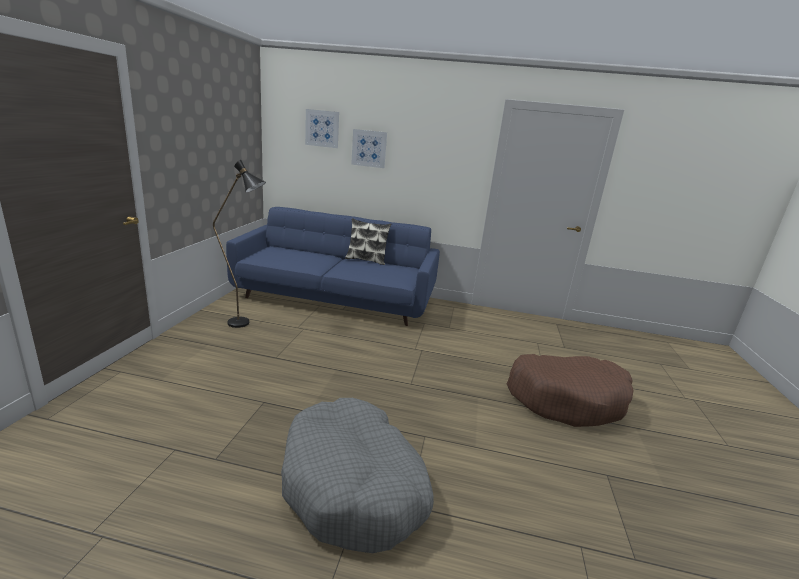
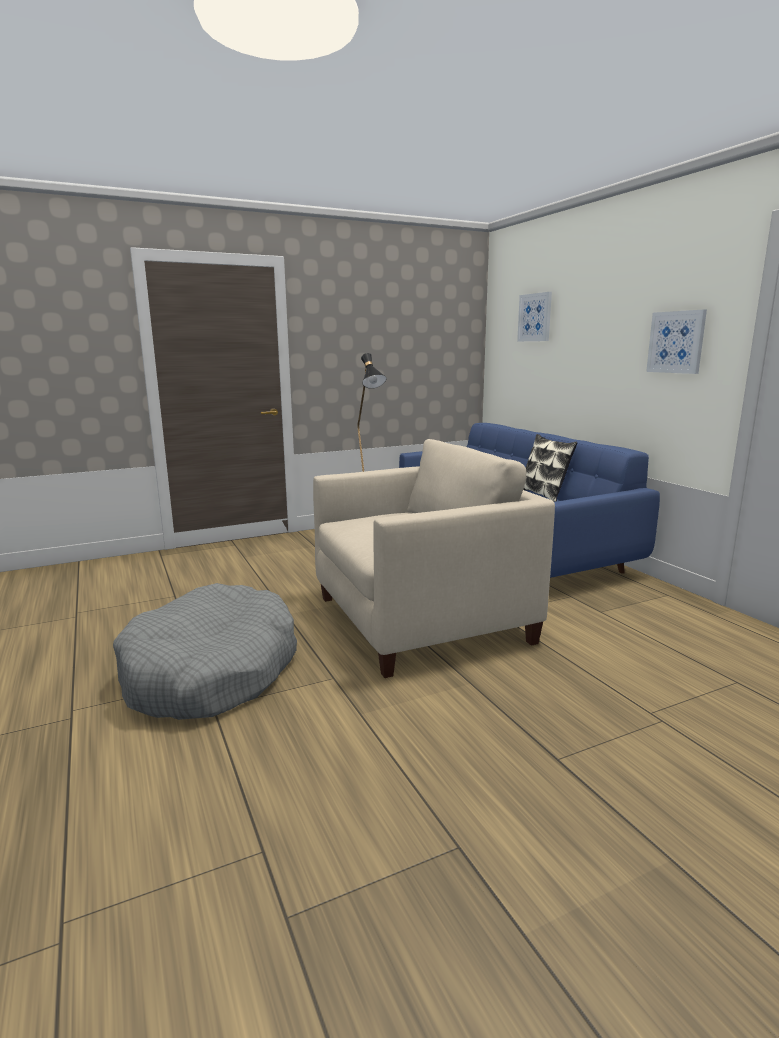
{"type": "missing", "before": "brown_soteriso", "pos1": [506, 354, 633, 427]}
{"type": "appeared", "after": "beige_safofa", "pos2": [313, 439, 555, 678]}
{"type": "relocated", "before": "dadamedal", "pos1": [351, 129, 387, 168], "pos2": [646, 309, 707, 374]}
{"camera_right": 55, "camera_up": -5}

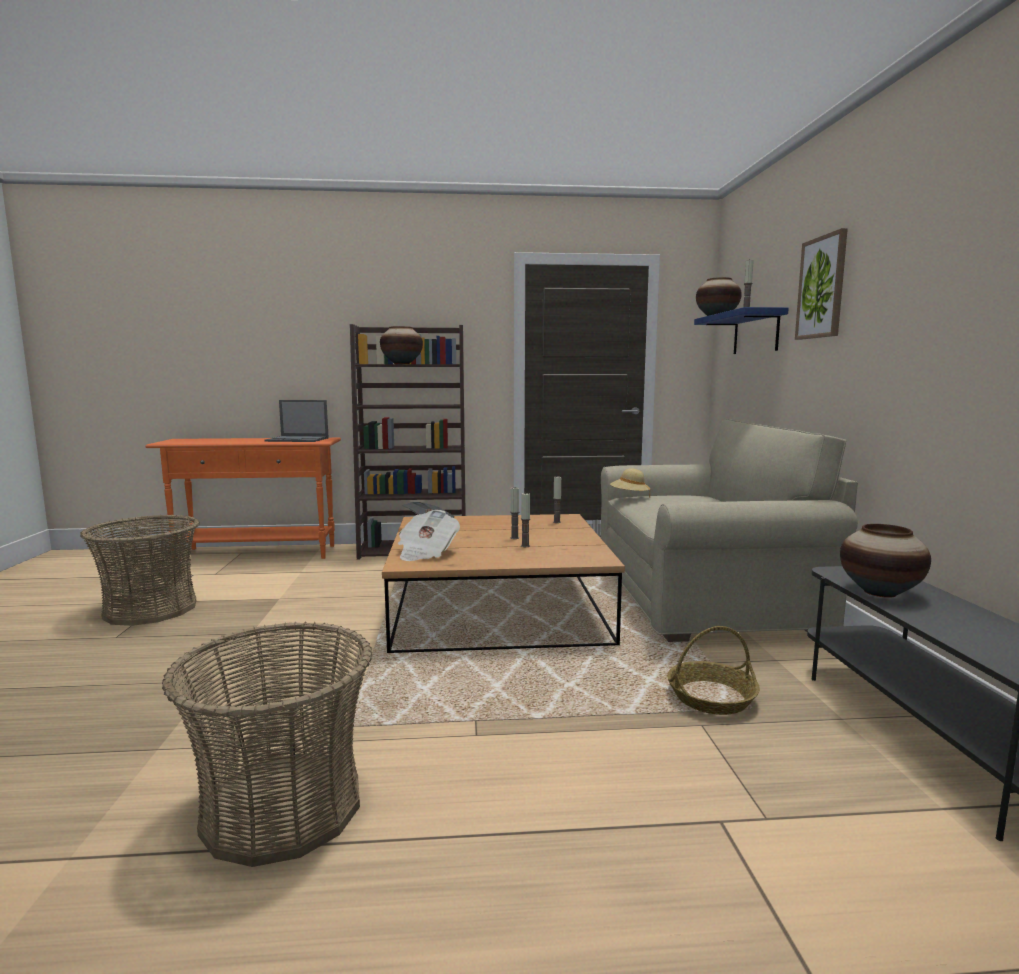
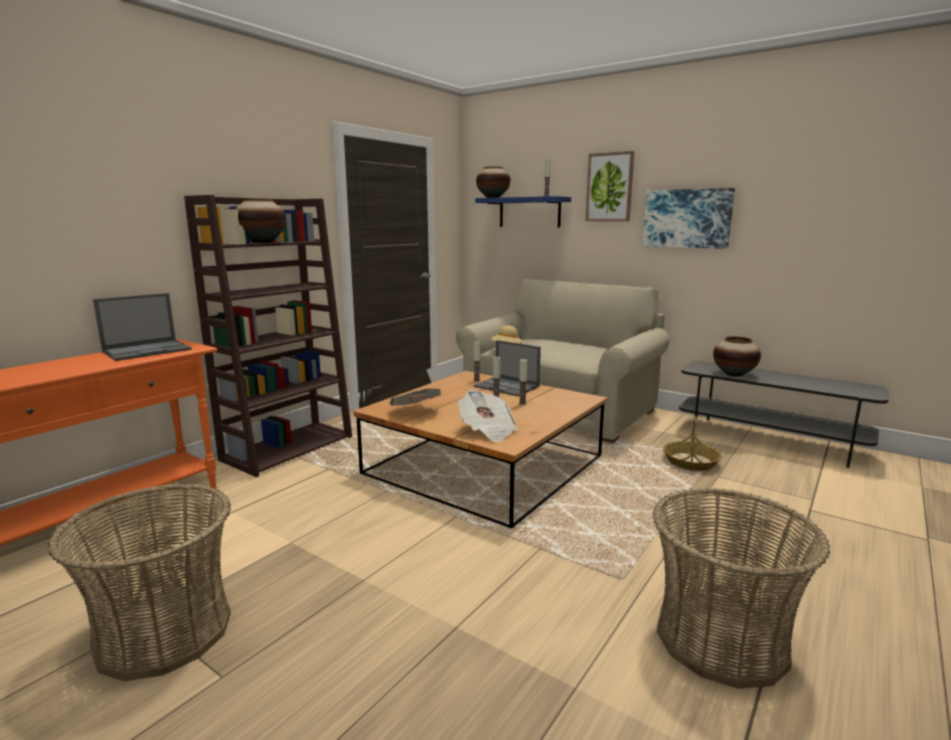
{"type": "appeared", "after": "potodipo", "pos2": [474, 340, 541, 396]}
{"type": "appeared", "after": "dadamedal", "pos2": [642, 188, 735, 249]}
{"camera_right": -50, "camera_up": 5}

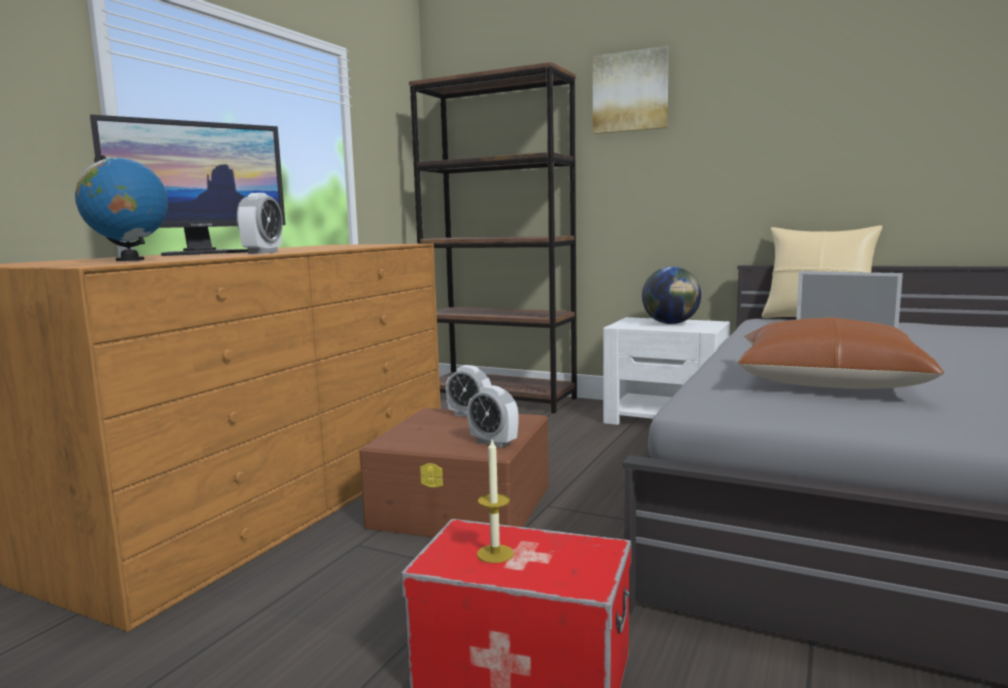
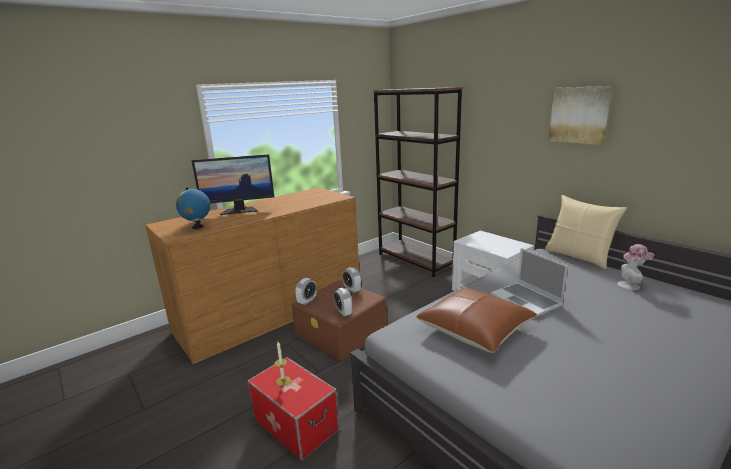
{"type": "missing", "before": "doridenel", "pos1": [642, 267, 701, 324]}
{"type": "appeared", "after": "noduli", "pos2": [617, 244, 654, 290]}
{"type": "relocated", "before": "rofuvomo", "pos1": [237, 193, 283, 254], "pos2": [295, 278, 316, 305]}
{"type": "relocated", "before": "dadamedal", "pos1": [593, 46, 669, 134], "pos2": [548, 86, 612, 145]}
{"camera_right": 25, "camera_up": 10}

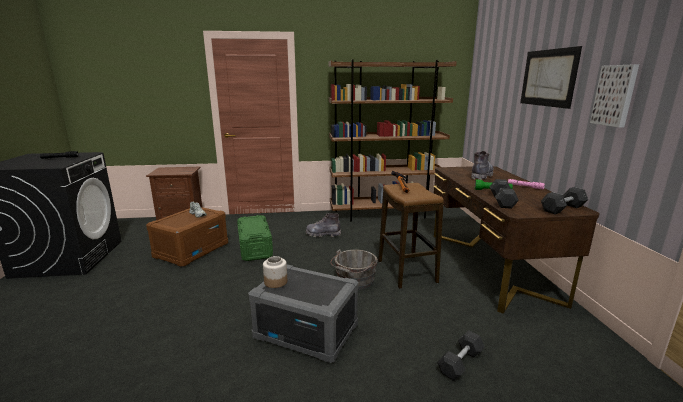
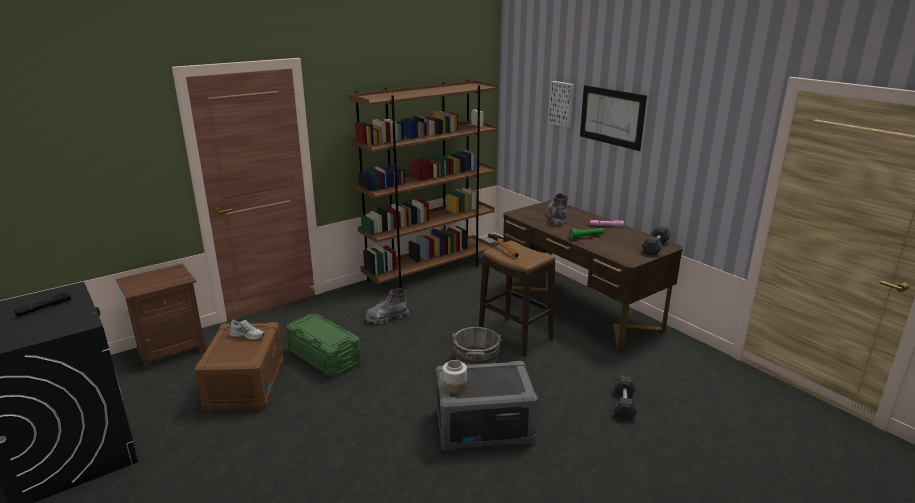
{"type": "missing", "before": "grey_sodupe", "pos1": [490, 179, 519, 209]}
{"type": "relocated", "before": "dadamedal", "pos1": [590, 64, 639, 128], "pos2": [549, 81, 574, 128]}
{"camera_right": -30, "camera_up": 5}

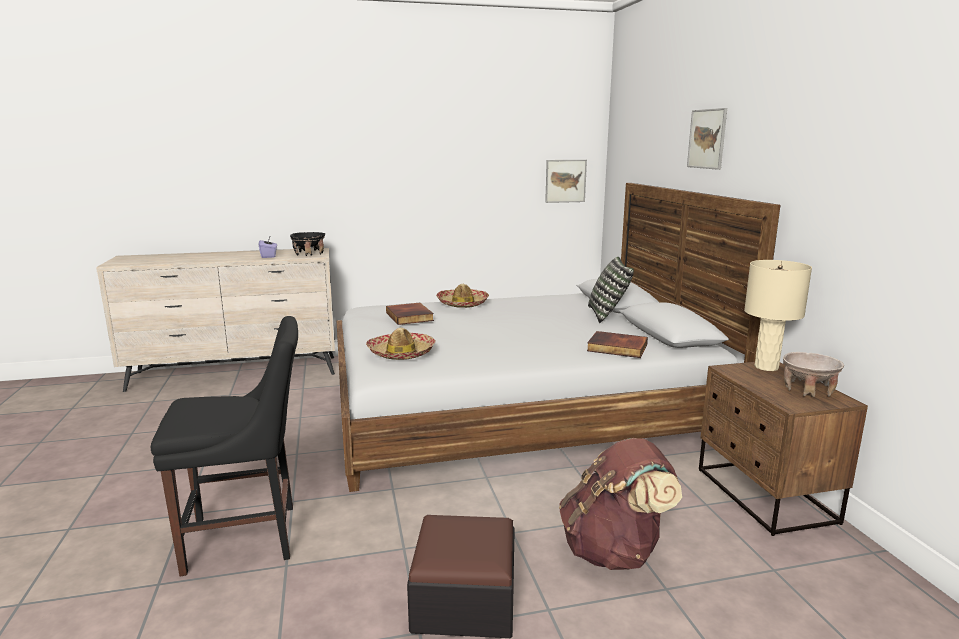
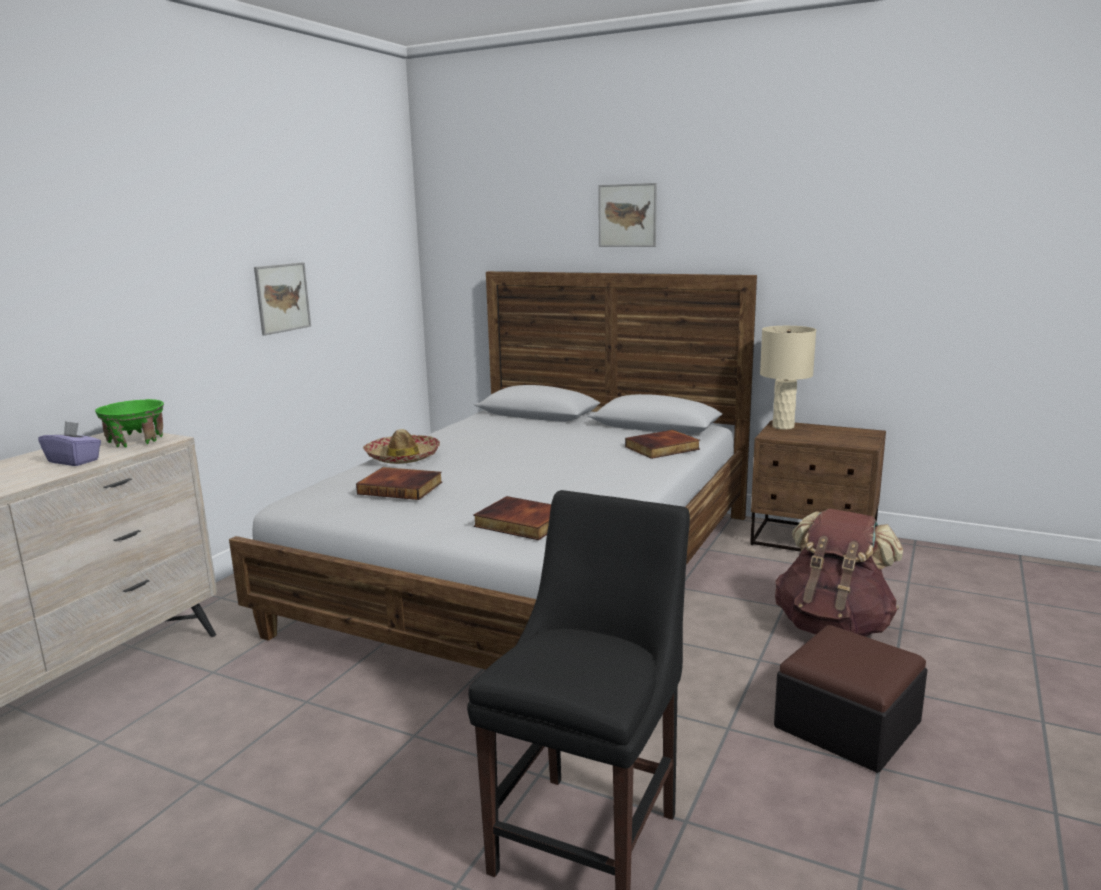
{"type": "missing", "before": "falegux", "pos1": [588, 257, 634, 323]}
{"type": "missing", "before": "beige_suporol", "pos1": [783, 352, 844, 397]}
{"type": "relocated", "before": "dadamedal", "pos1": [545, 160, 587, 203], "pos2": [254, 262, 311, 336]}
{"type": "exchanged", "before": "noduli", "after": "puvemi", "pos1": [366, 328, 436, 360], "pos2": [473, 496, 551, 540]}
{"type": "colour", "before": "black_suporol", "after": "green_suporol", "pos1": [290, 232, 325, 256], "pos2": [95, 399, 164, 448]}
{"camera_right": -50, "camera_up": 0}

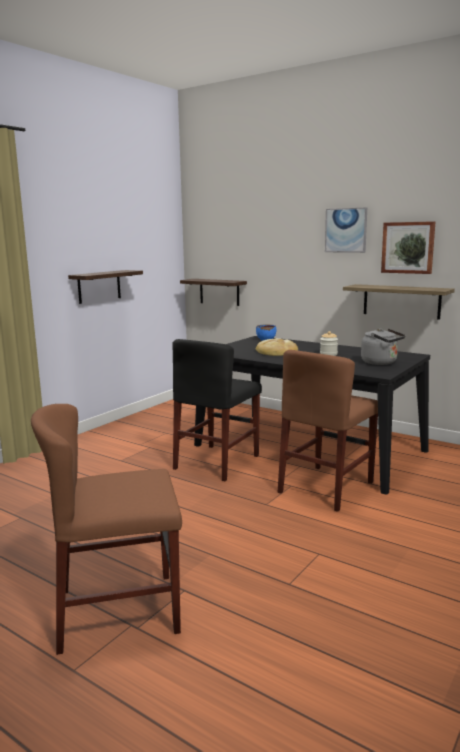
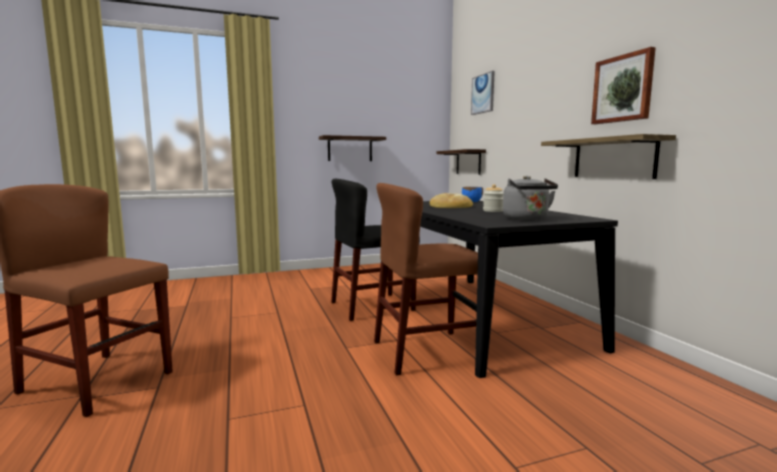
{"type": "relocated", "before": "dadamedal", "pos1": [325, 207, 367, 253], "pos2": [471, 71, 495, 115]}
{"camera_right": 35, "camera_up": -5}

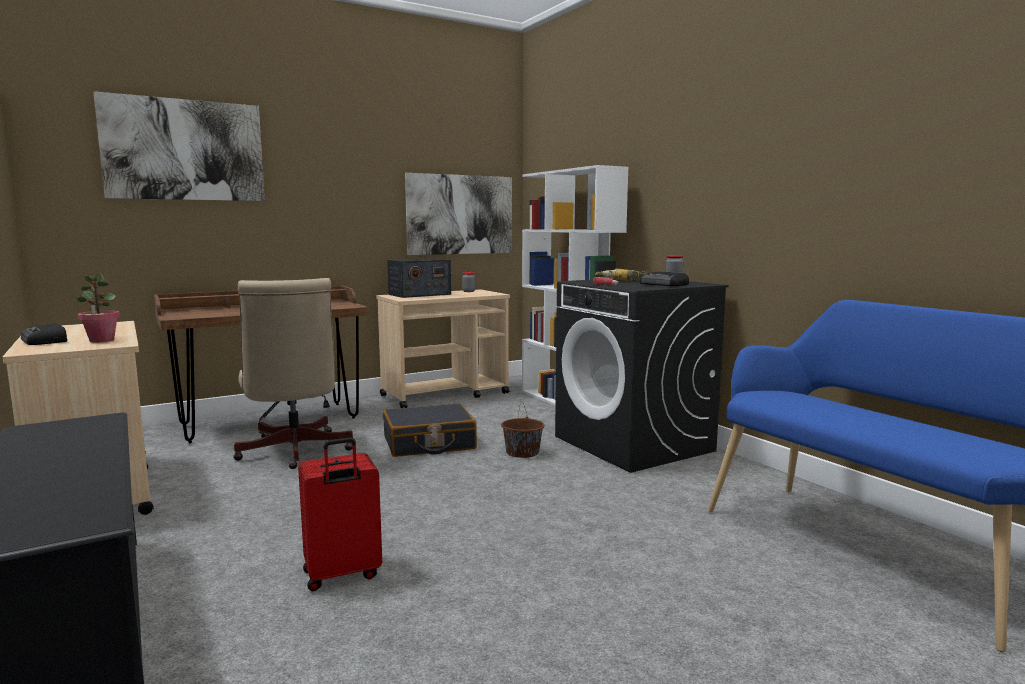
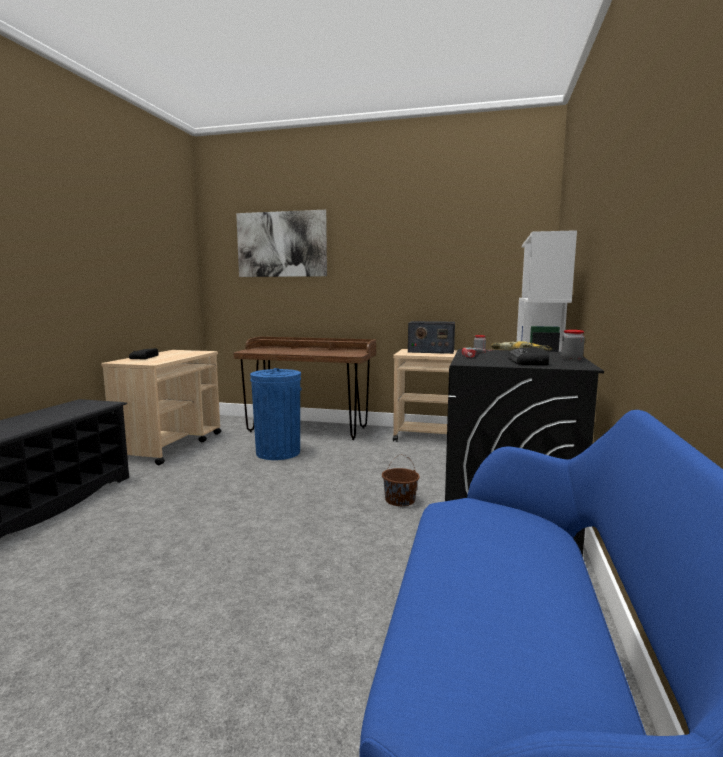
{"type": "missing", "before": "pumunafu", "pos1": [76, 273, 120, 343]}
{"type": "missing", "before": "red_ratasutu", "pos1": [298, 437, 382, 591]}
{"type": "missing", "before": "black_ratasutu", "pos1": [383, 404, 477, 457]}
{"type": "missing", "before": "dadamedal", "pos1": [405, 173, 512, 255]}
{"type": "exchanged", "before": "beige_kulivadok", "after": "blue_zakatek", "pos1": [233, 278, 353, 469], "pos2": [250, 368, 302, 460]}
{"camera_right": 45, "camera_up": 0}

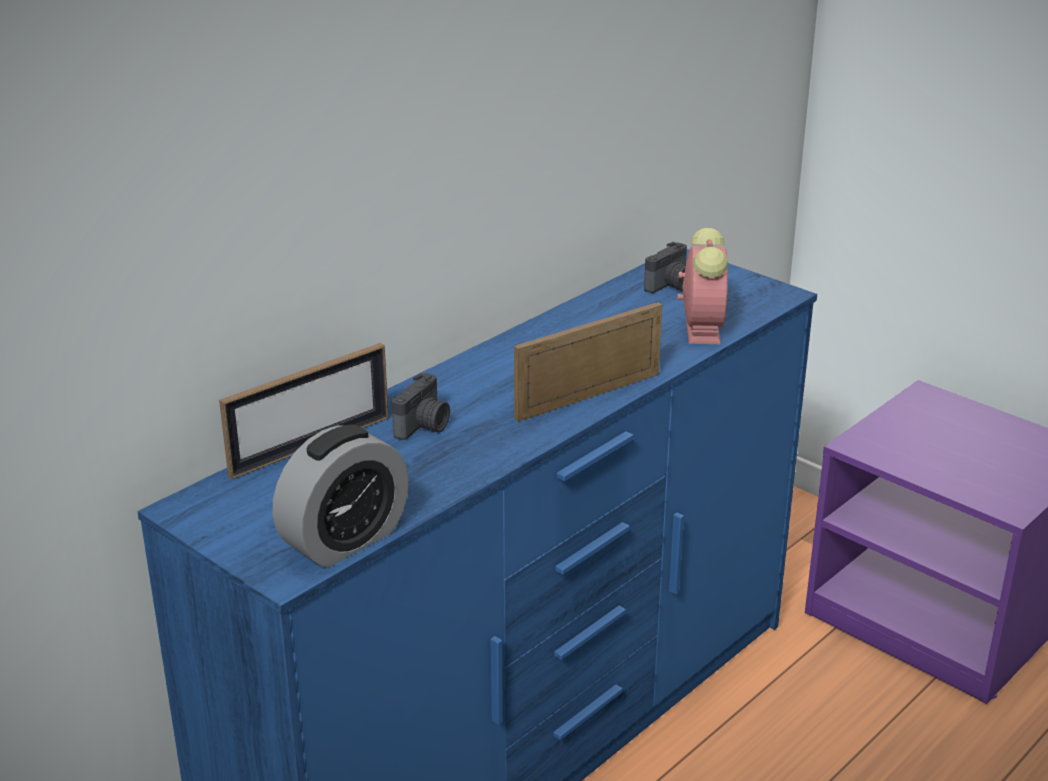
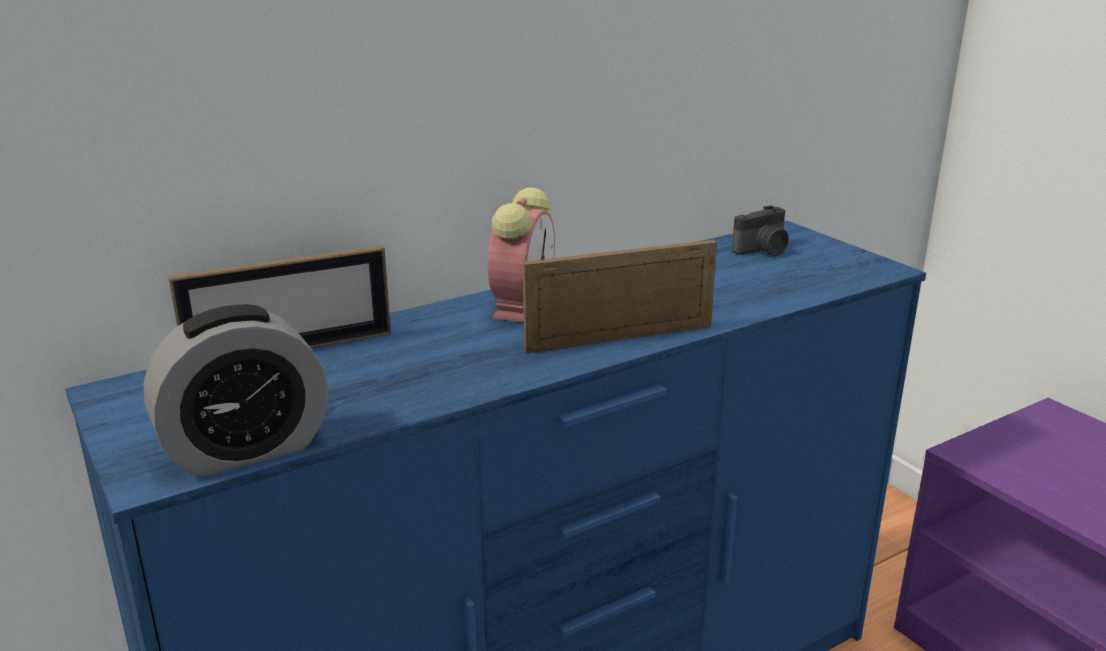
{"type": "missing", "before": "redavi", "pos1": [392, 373, 450, 440]}
{"type": "relocated", "before": "rofuvomo", "pos1": [677, 227, 728, 344], "pos2": [487, 187, 555, 323]}
{"camera_right": 15, "camera_up": -5}

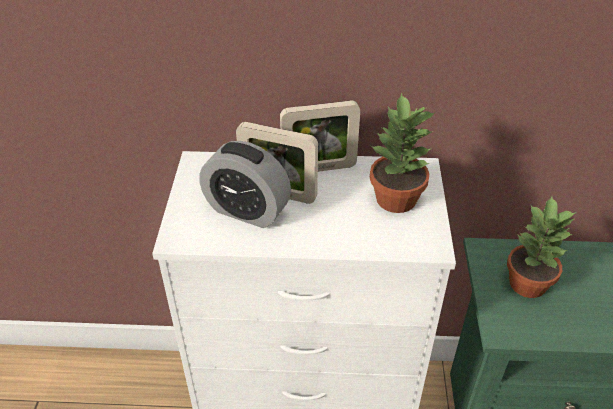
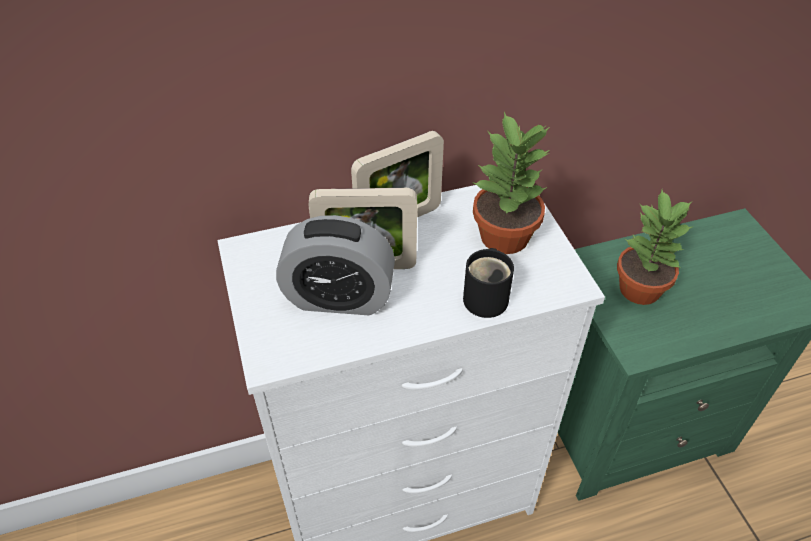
{"type": "appeared", "after": "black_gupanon", "pos2": [463, 248, 514, 318]}
{"camera_right": -20, "camera_up": 5}

